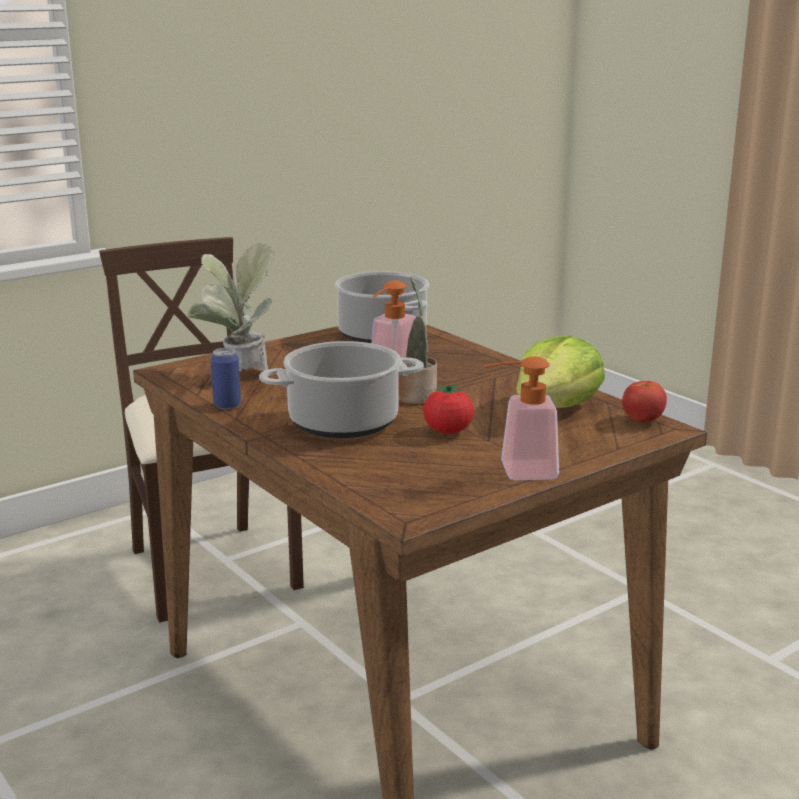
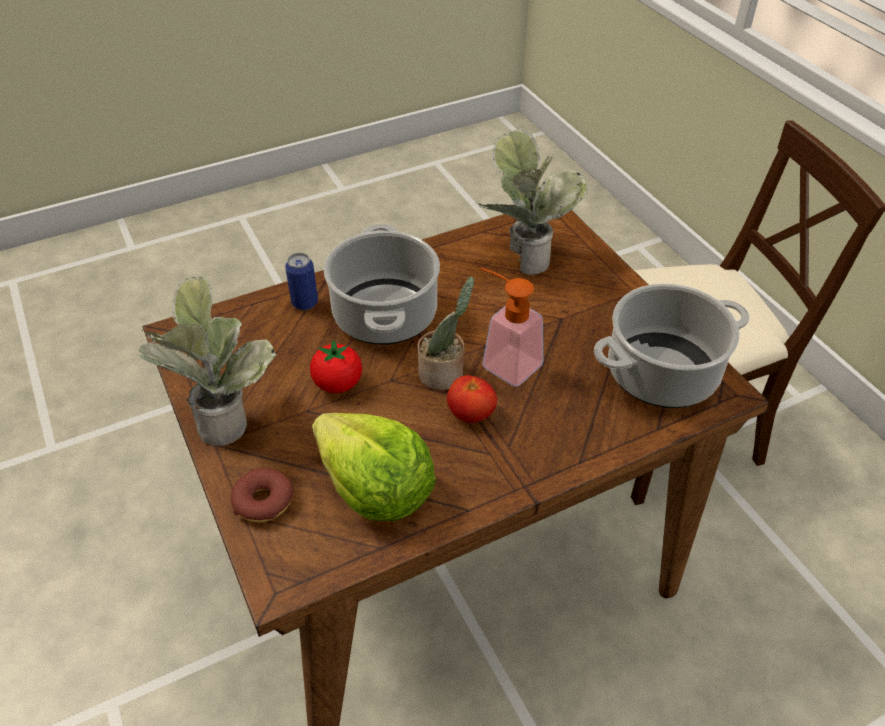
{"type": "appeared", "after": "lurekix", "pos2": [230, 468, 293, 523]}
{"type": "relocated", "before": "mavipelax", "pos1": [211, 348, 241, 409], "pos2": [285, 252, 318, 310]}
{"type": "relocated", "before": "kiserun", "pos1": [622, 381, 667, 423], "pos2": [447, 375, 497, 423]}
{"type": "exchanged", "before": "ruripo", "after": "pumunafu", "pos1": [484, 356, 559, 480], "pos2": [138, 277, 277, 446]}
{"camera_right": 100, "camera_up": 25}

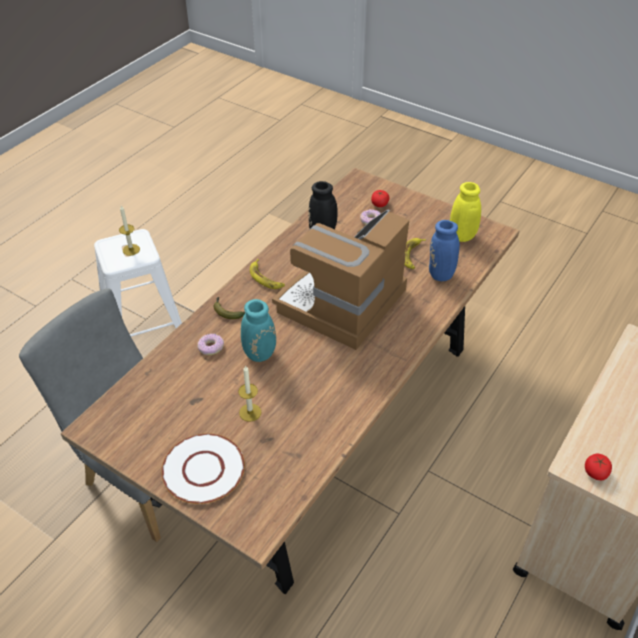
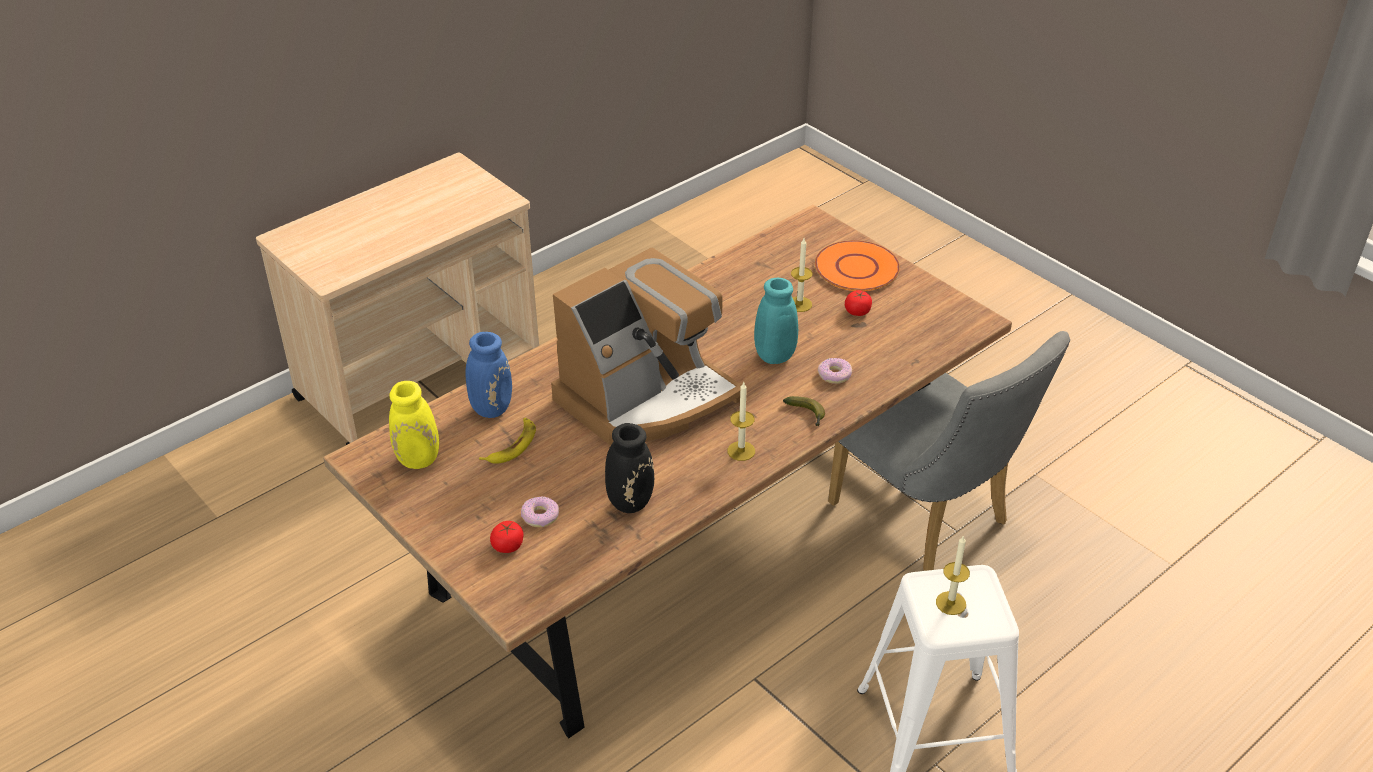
{"type": "relocated", "before": "kiserun", "pos1": [585, 454, 612, 480], "pos2": [845, 290, 872, 316]}
{"type": "exchanged", "before": "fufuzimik", "after": "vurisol", "pos1": [250, 259, 285, 289], "pos2": [727, 381, 755, 461]}
{"type": "colour", "before": "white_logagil", "after": "orange_logagil", "pos1": [161, 433, 245, 504], "pos2": [815, 240, 900, 291]}
{"camera_right": -165, "camera_up": -5}

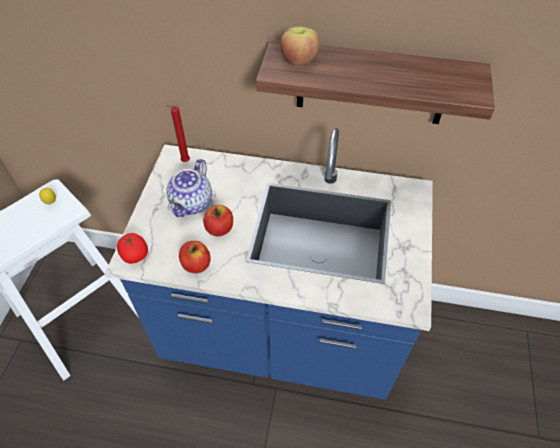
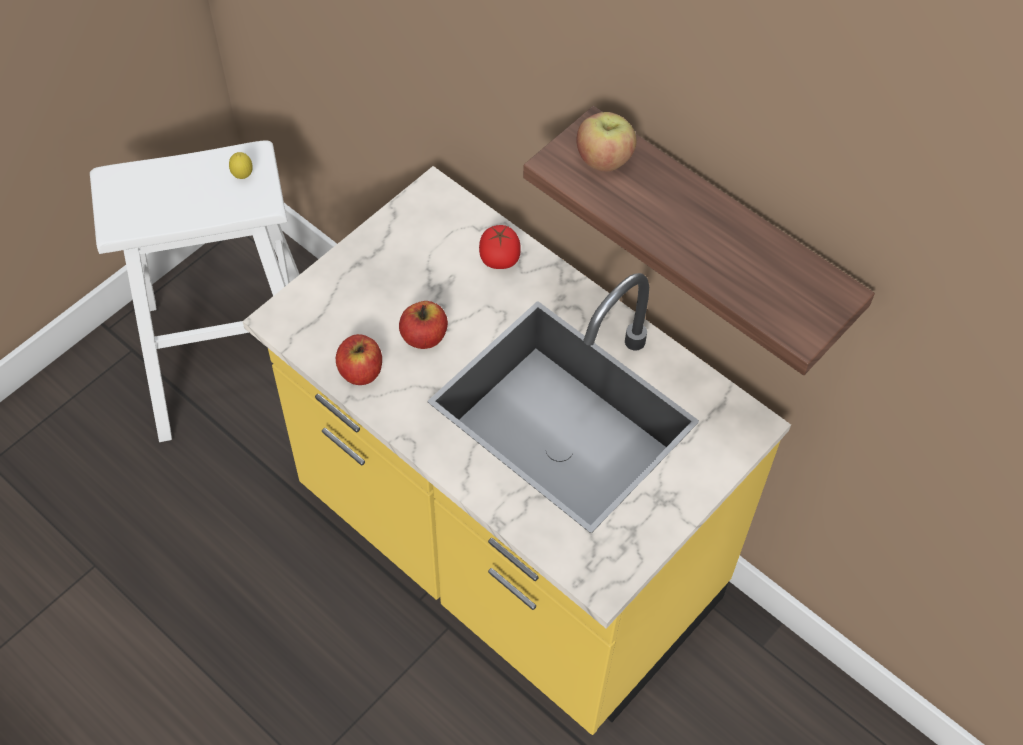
{"type": "missing", "before": "red_vurisol", "pos1": [166, 105, 190, 162]}
{"type": "missing", "before": "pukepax", "pos1": [166, 159, 212, 217]}
{"type": "relocated", "before": "kiserun", "pos1": [117, 233, 148, 264], "pos2": [479, 225, 521, 269]}
{"type": "colour", "before": "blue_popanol", "after": "yellow_popanol", "pos1": [105, 128, 433, 400], "pos2": [243, 166, 791, 735]}
{"camera_right": 30, "camera_up": 5}

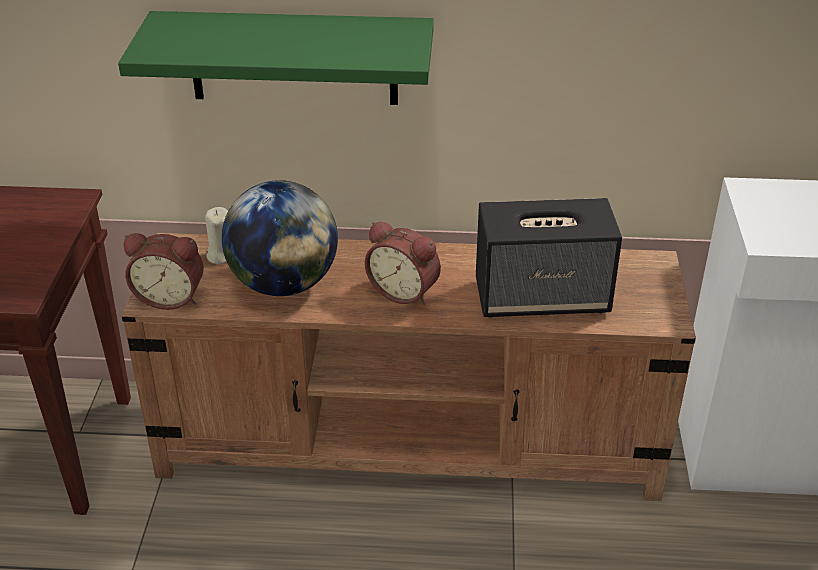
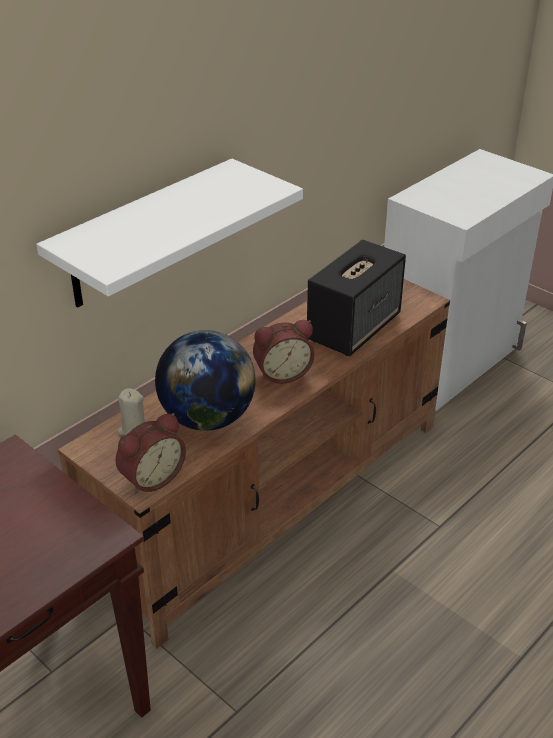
{"type": "colour", "before": "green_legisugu", "after": "white_legisugu", "pos1": [118, 11, 434, 105], "pos2": [36, 159, 303, 308]}
{"camera_right": -50, "camera_up": 0}

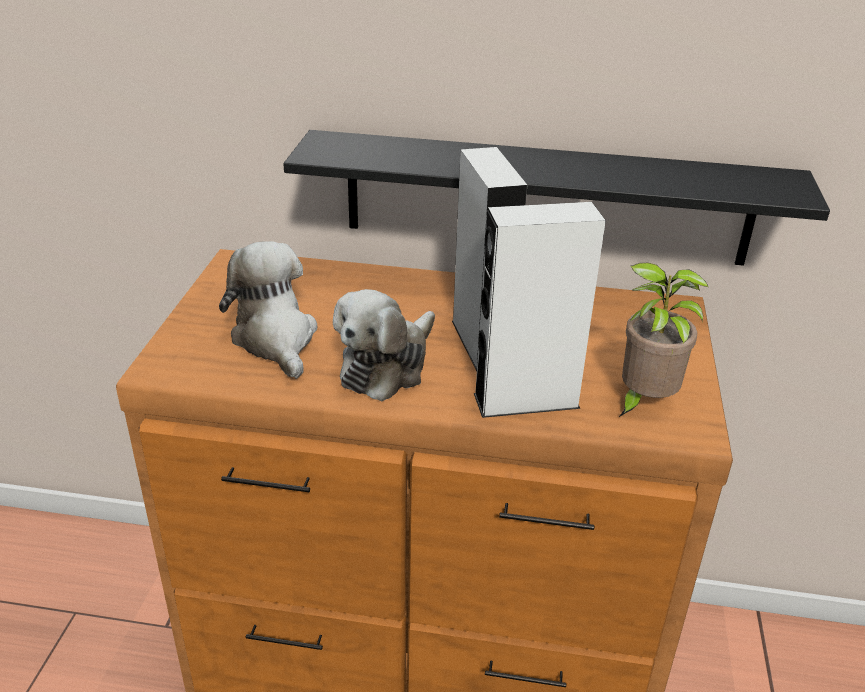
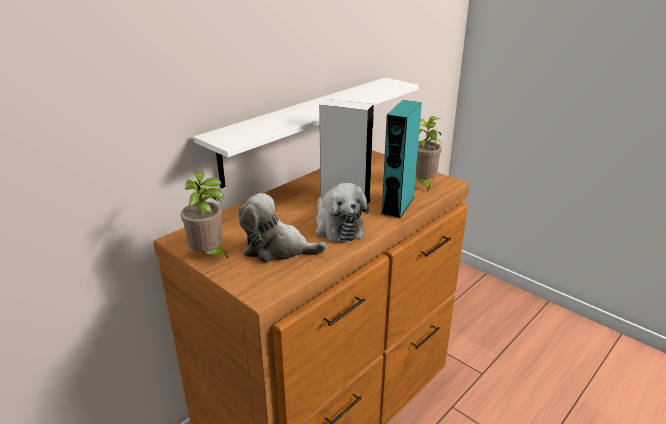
{"type": "appeared", "after": "pumunafu", "pos2": [181, 172, 229, 260]}
{"type": "colour", "before": "black_legisugu", "after": "white_legisugu", "pos1": [283, 130, 830, 266], "pos2": [193, 77, 419, 189]}
{"type": "colour", "before": "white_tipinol", "after": "turquoise_tipinol", "pos1": [474, 202, 606, 418], "pos2": [381, 100, 422, 219]}
{"camera_right": -55, "camera_up": -5}

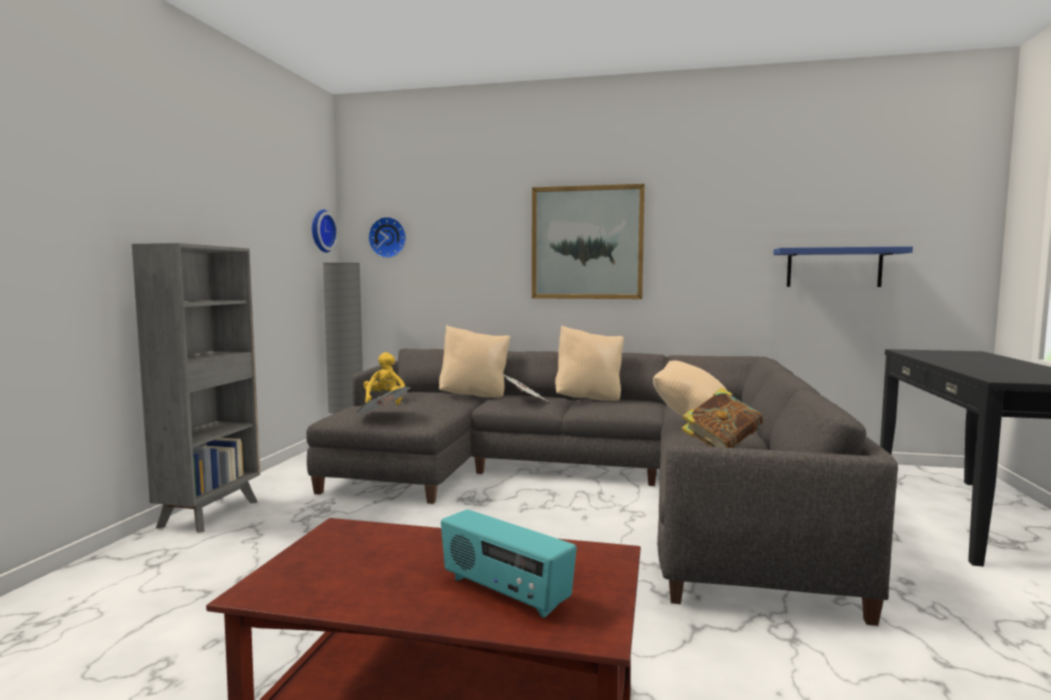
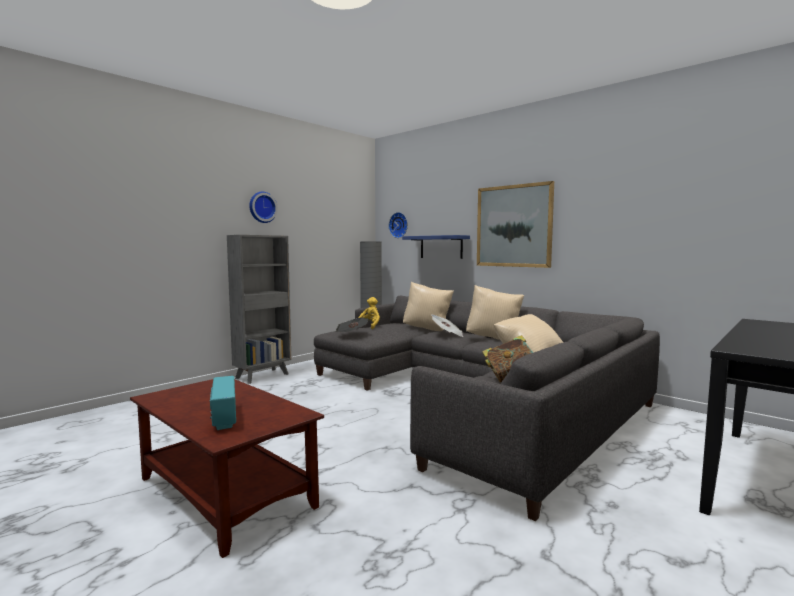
{"type": "relocated", "before": "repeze", "pos1": [312, 210, 338, 253], "pos2": [249, 191, 278, 223]}
{"type": "relocated", "before": "blue_legisugu", "pos1": [773, 246, 913, 287], "pos2": [402, 235, 470, 259]}
{"camera_right": 30, "camera_up": 0}

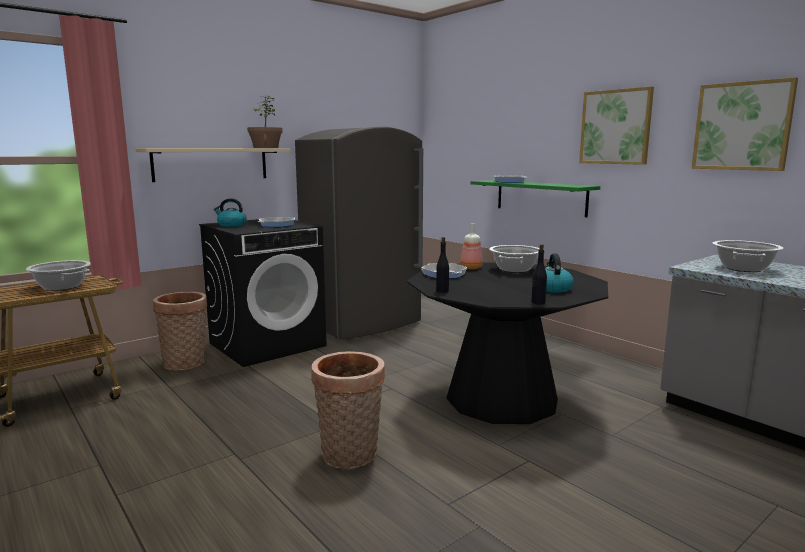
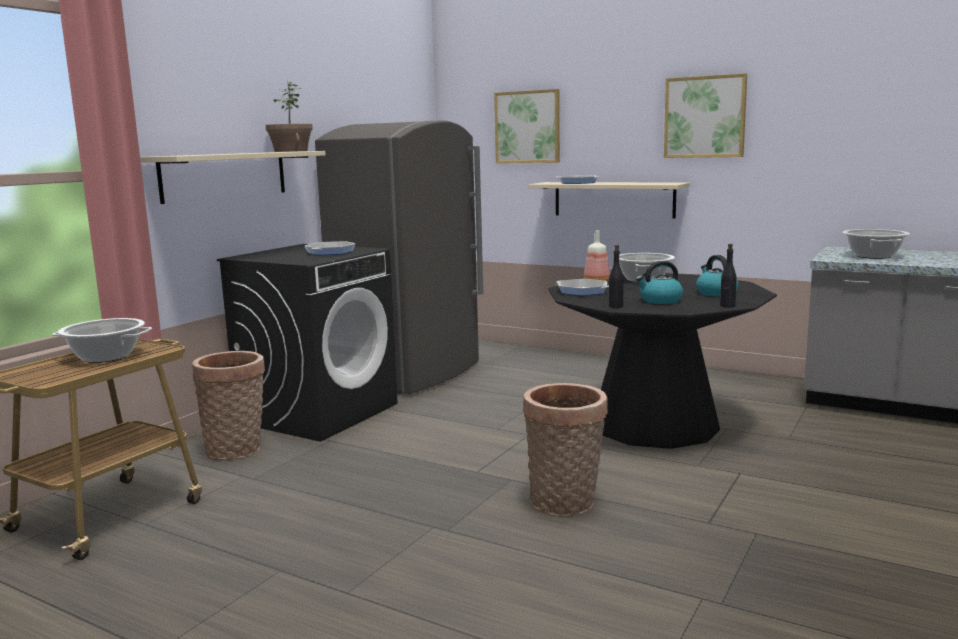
{"type": "relocated", "before": "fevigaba", "pos1": [214, 198, 246, 227], "pos2": [636, 261, 683, 304]}
{"type": "relocated", "before": "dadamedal", "pos1": [691, 77, 798, 171], "pos2": [494, 89, 560, 163]}
{"type": "colour", "before": "green_legisugu", "after": "beige_legisugu", "pos1": [470, 180, 600, 217], "pos2": [528, 182, 690, 219]}
{"camera_right": -20, "camera_up": 0}

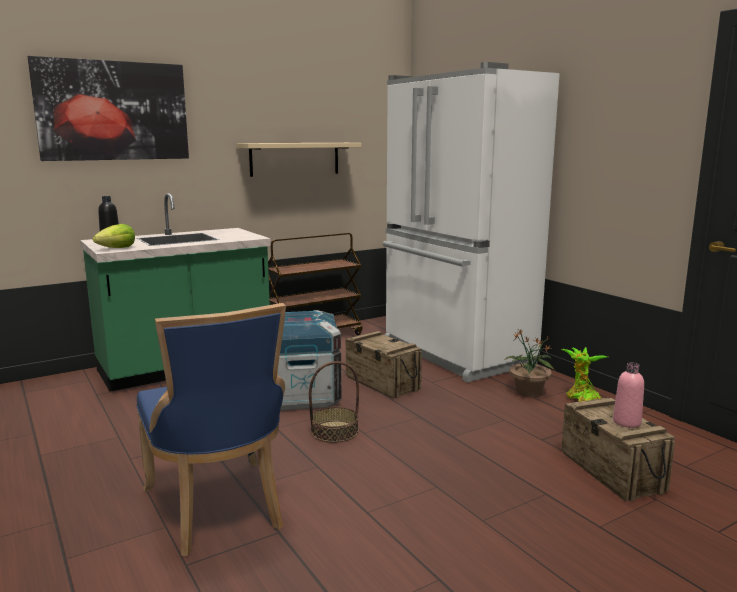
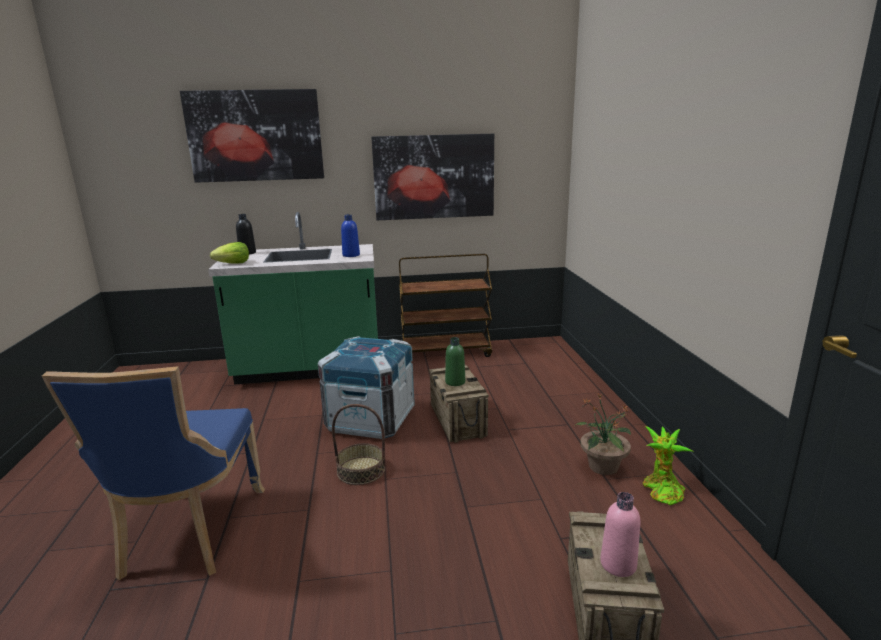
{"type": "missing", "before": "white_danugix", "pos1": [383, 62, 560, 383]}
{"type": "appeared", "after": "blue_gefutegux", "pos2": [341, 215, 360, 257]}
{"type": "appeared", "after": "green_gefutegux", "pos2": [445, 337, 465, 386]}
{"type": "exchanged", "before": "beige_legisugu", "after": "dadamedal", "pos1": [237, 143, 362, 177], "pos2": [371, 134, 494, 220]}
{"camera_right": 25, "camera_up": 5}

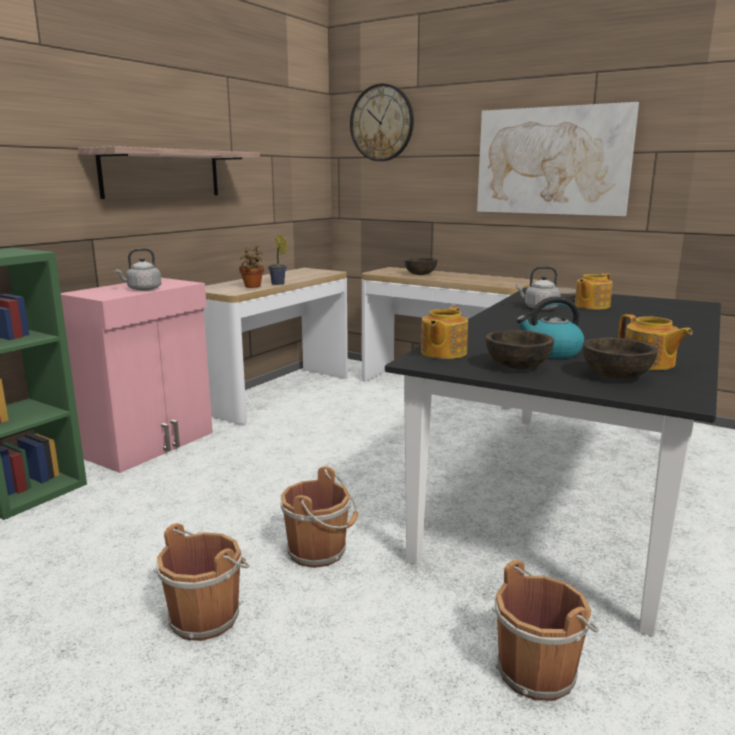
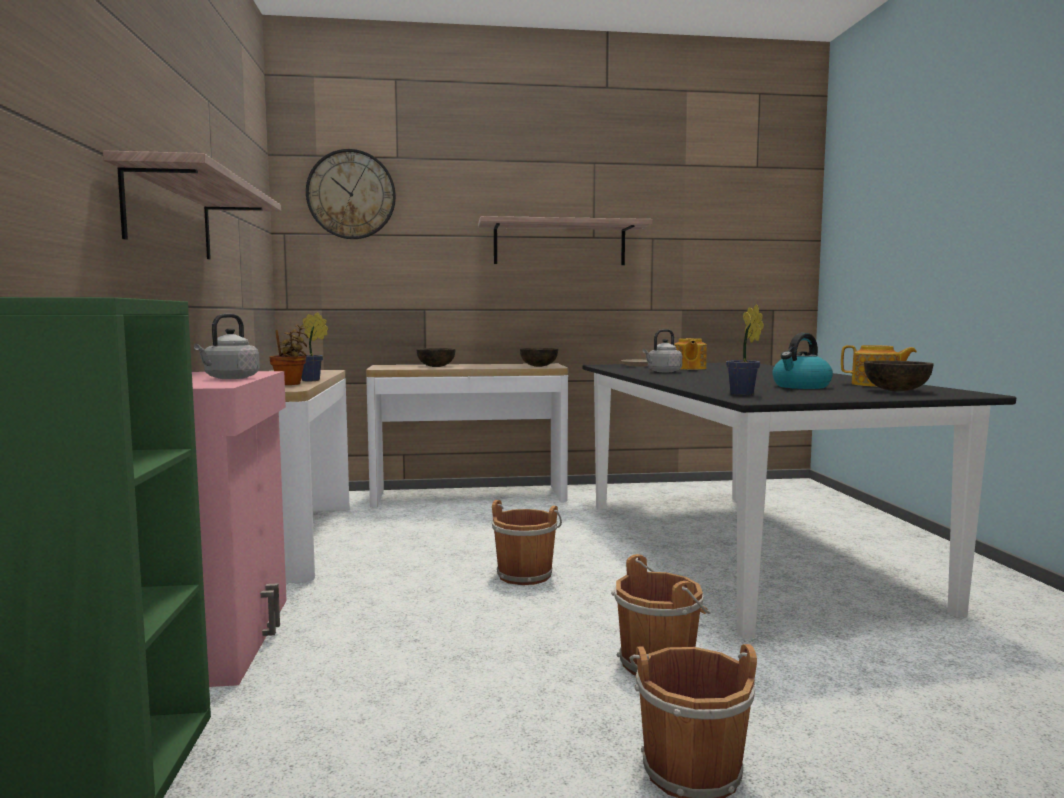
{"type": "relocated", "before": "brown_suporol", "pos1": [486, 330, 554, 369], "pos2": [520, 348, 558, 367]}
{"type": "relocated", "before": "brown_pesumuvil", "pos1": [492, 560, 599, 701], "pos2": [492, 500, 562, 585]}
{"type": "exchanged", "before": "pukepax", "after": "pumunafu", "pos1": [421, 306, 468, 359], "pos2": [726, 304, 764, 395]}
{"type": "exchanged", "before": "dadamedal", "after": "legisugu", "pos1": [477, 102, 639, 216], "pos2": [478, 216, 653, 265]}
{"camera_right": -40, "camera_up": -10}

